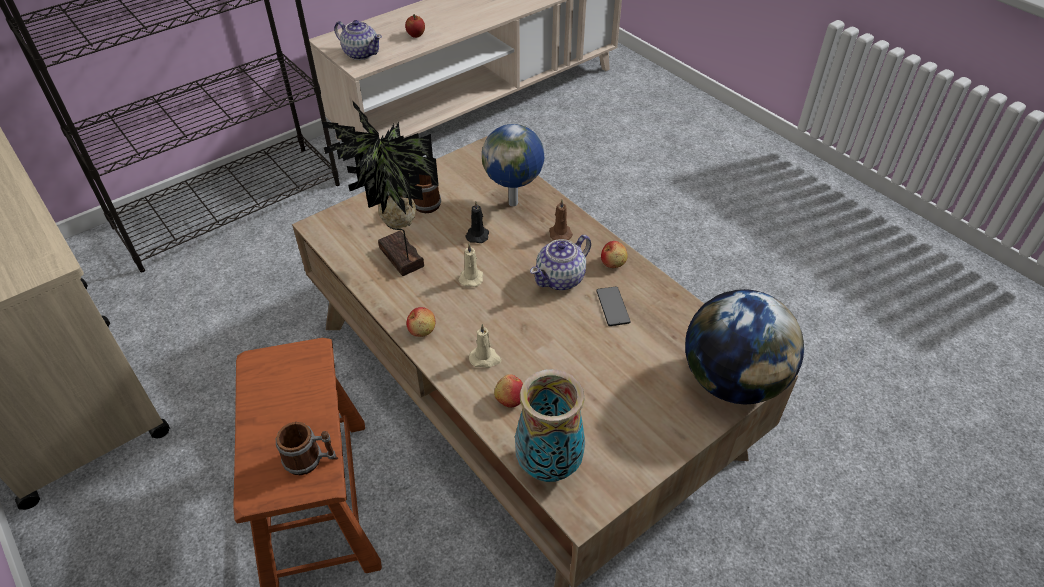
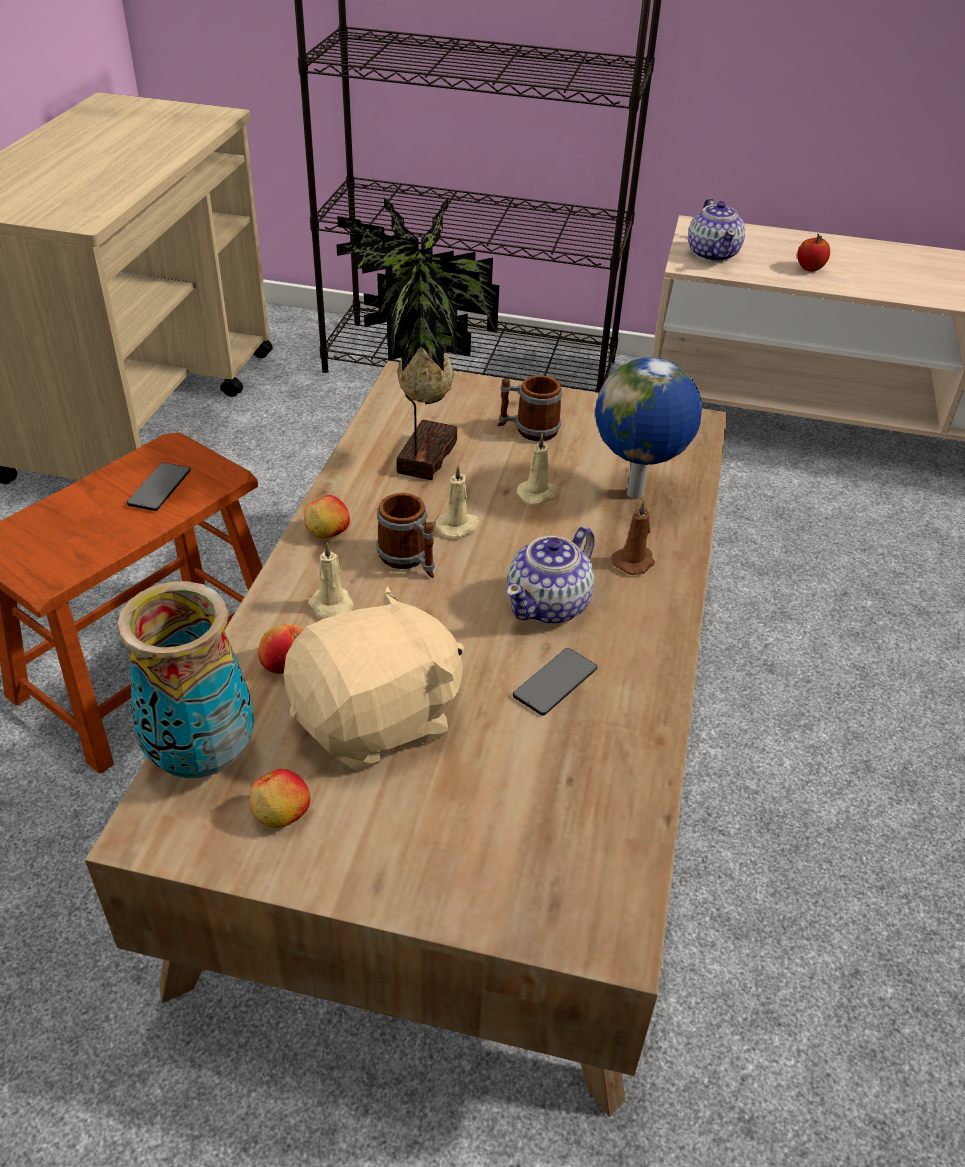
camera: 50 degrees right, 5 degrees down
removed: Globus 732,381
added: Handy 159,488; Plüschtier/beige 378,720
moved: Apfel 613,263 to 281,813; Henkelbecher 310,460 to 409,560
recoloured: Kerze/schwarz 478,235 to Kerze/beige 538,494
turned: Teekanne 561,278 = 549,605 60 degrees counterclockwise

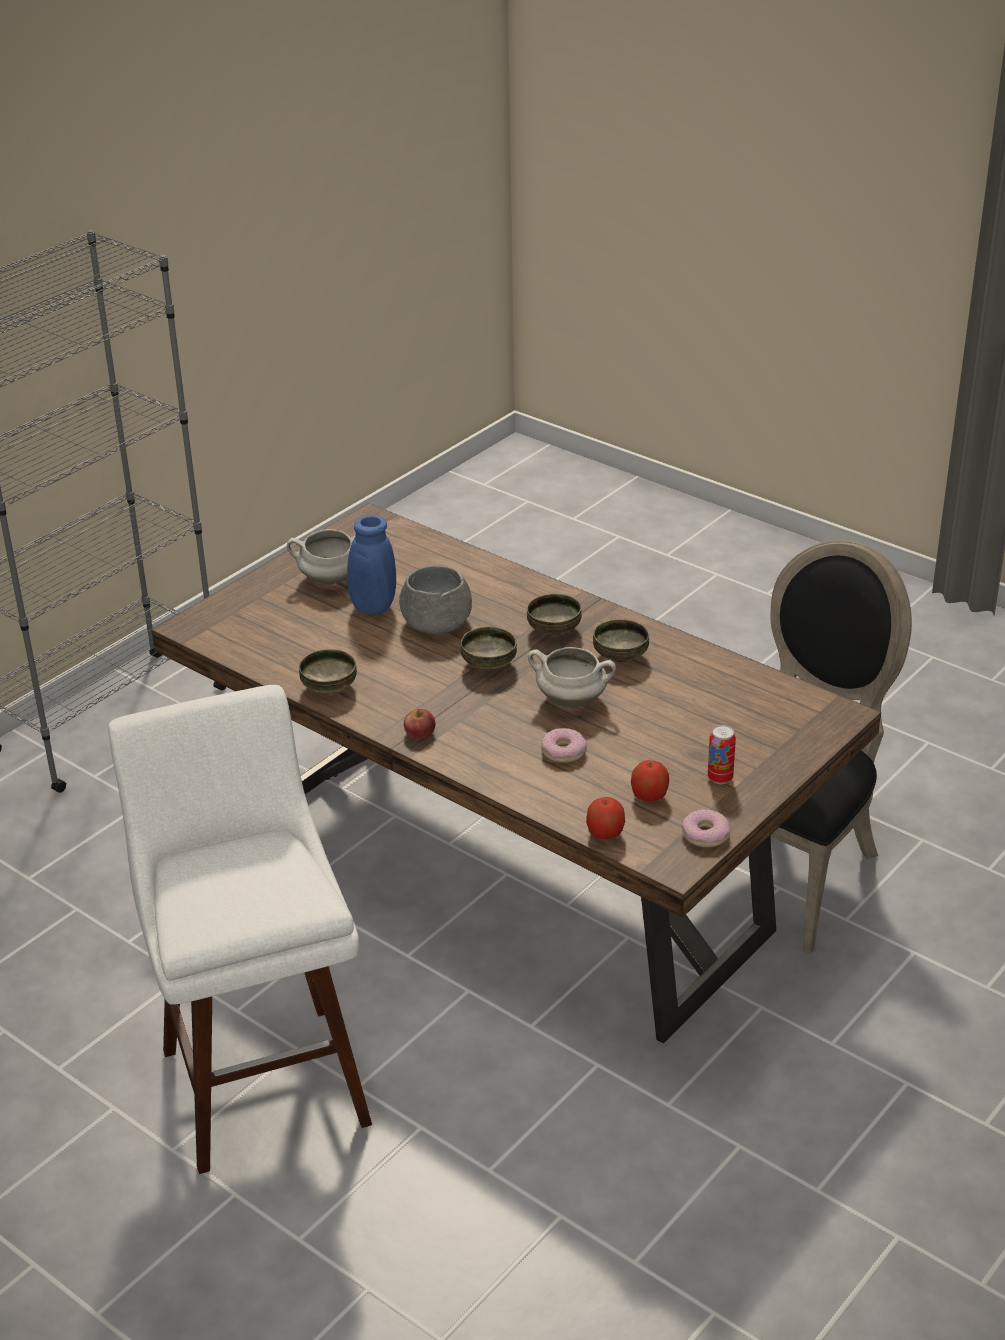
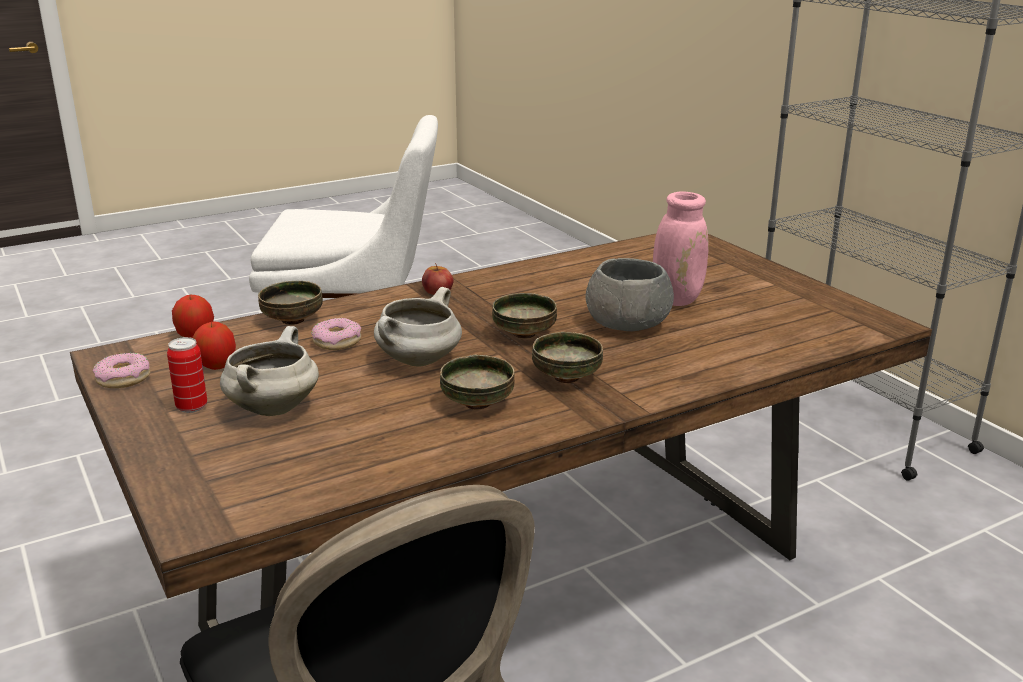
camera: 110 degrees right, 10 degrees down
moved: Kochtopf/weiß 329,579 to 273,408; Schüssel 329,687 to 293,321
recoloured: Vase/blau 369,608 to Vase/rosa 677,299

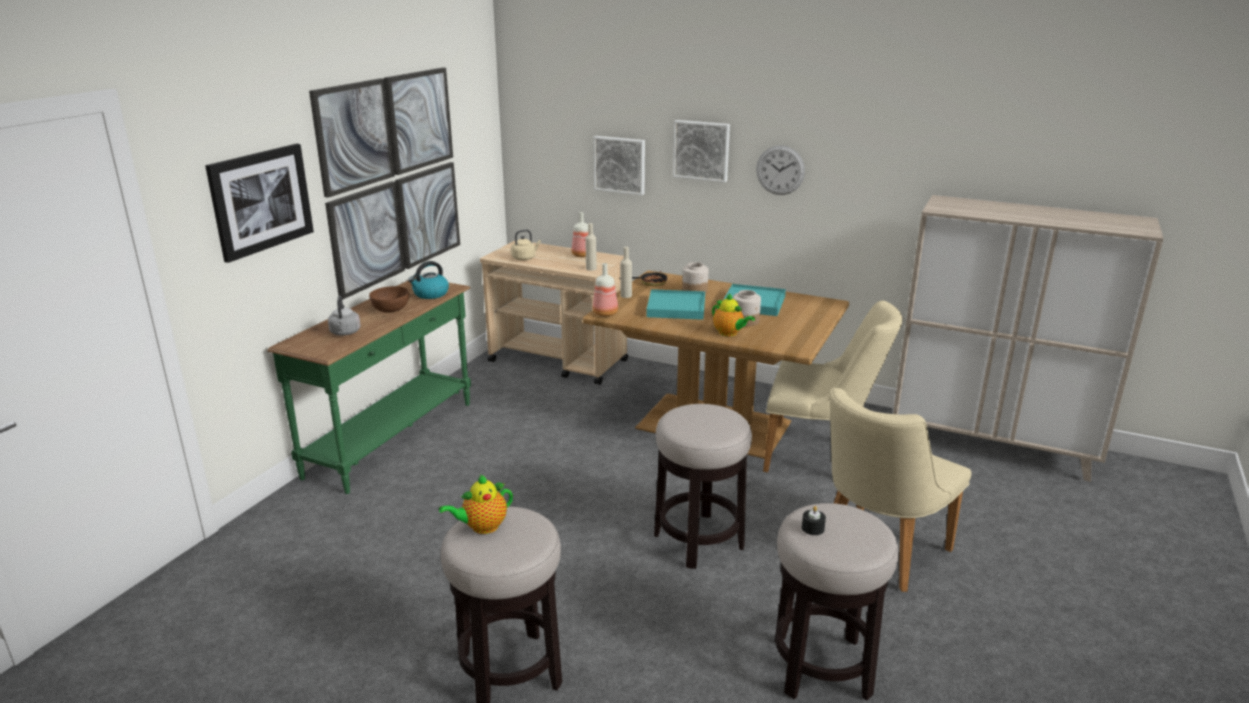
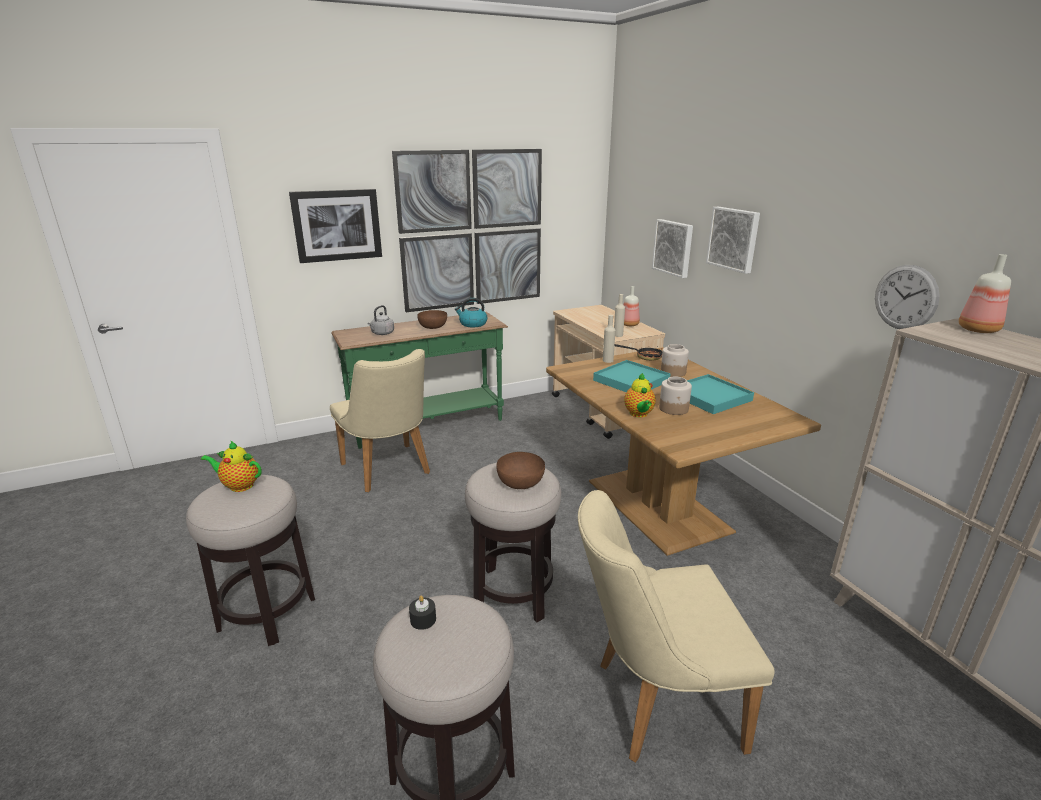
camera: 40 degrees right, 0 degrees up
removed: Wasserkessel/beige 525,258
added: Schüssel/braun 521,482
moved: Wanduhr 780,170 to 905,297; Flasche 606,313 to 979,330; Stuhl/beige 820,457 to 389,471

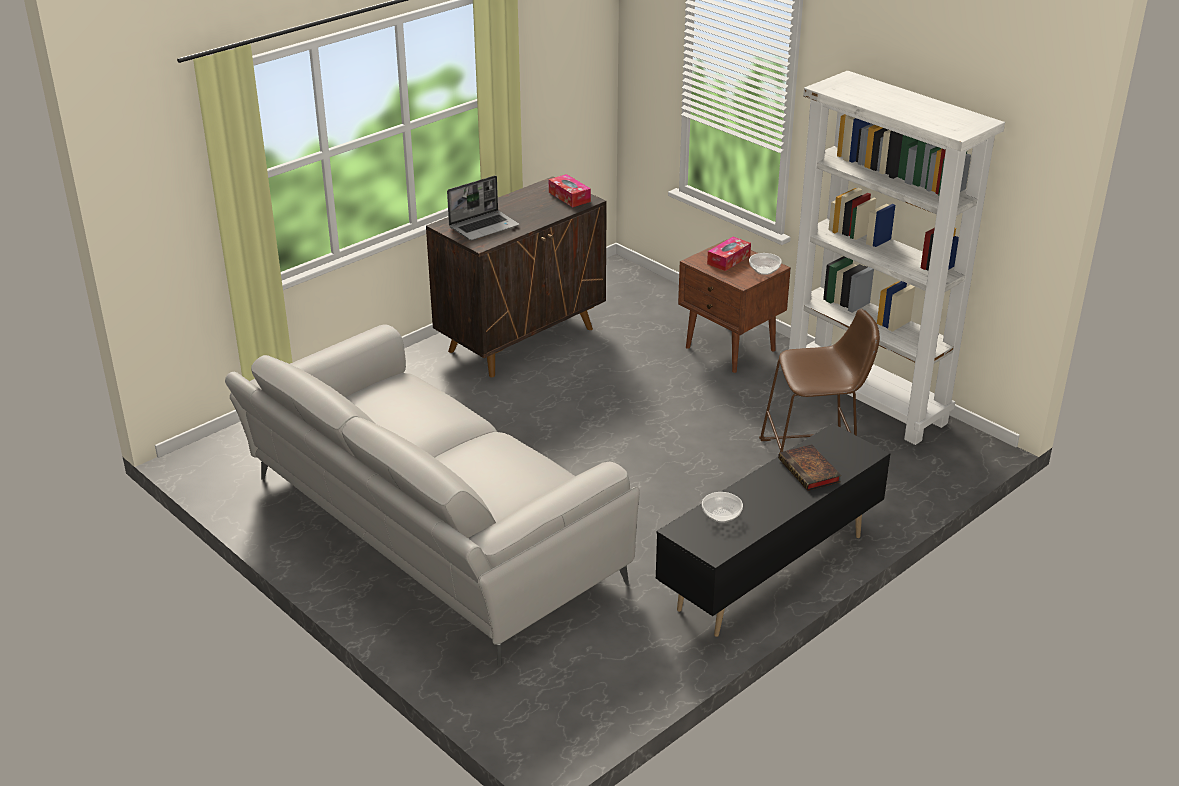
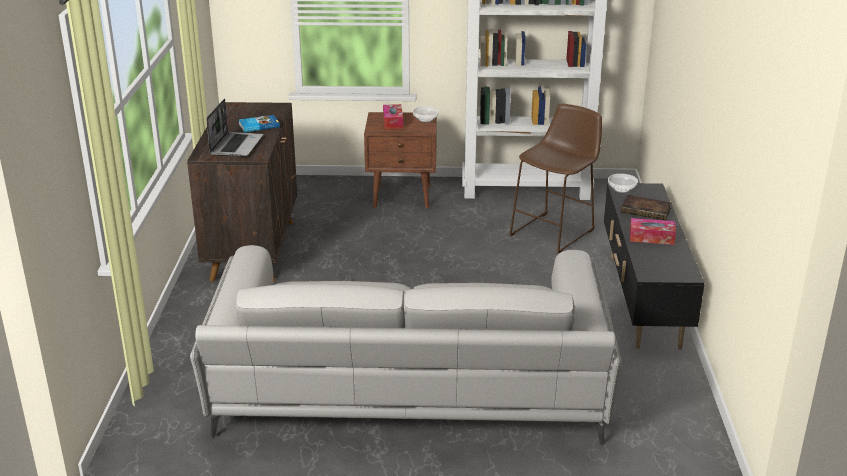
camera: 45 degrees left, 5 degrees down
added: Buch 258,125
moved: Taschentuchbox 569,197 to 651,237; Schüssel 721,516 to 622,189

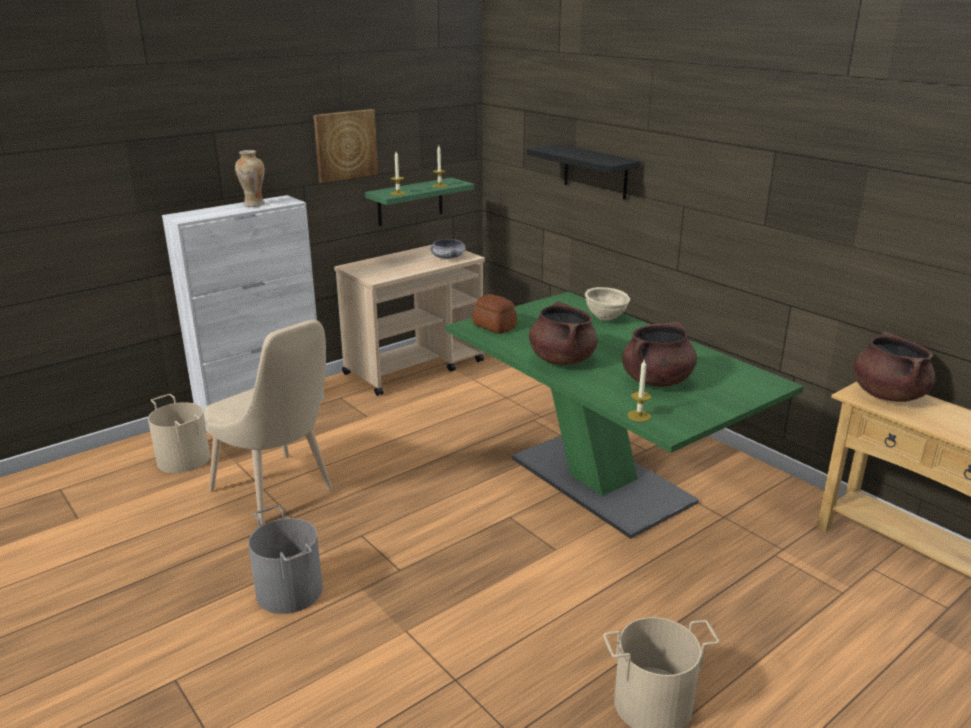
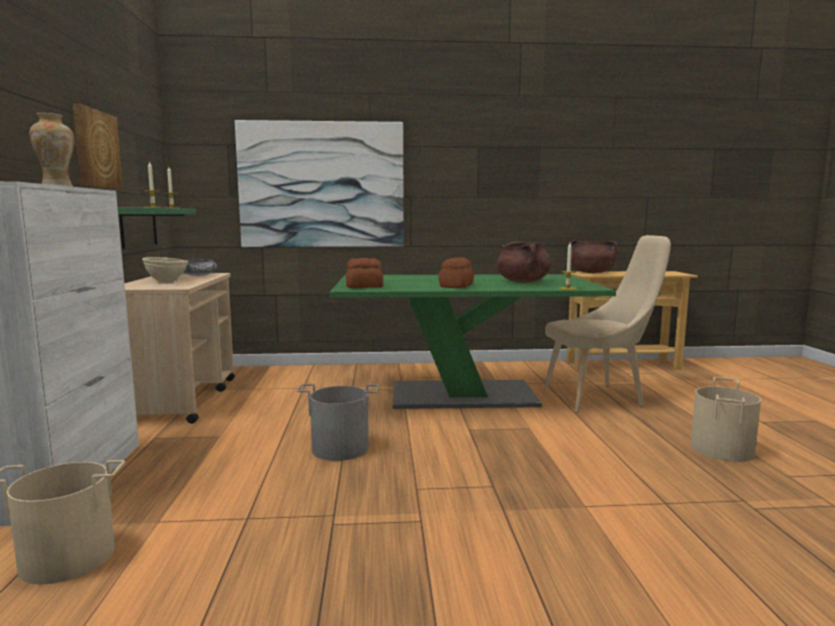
camera: 55 degrees left, 15 degrees down
moved: Schüssel/beige 605,319 to 167,282; Stuhl/beige 277,493 to 599,397; Eimer/grau 290,590 to 340,448
replaced: Wandregal/schwarz 595,172 to Bild 322,185; Kochtopf/braun 562,359 to Brot 455,286

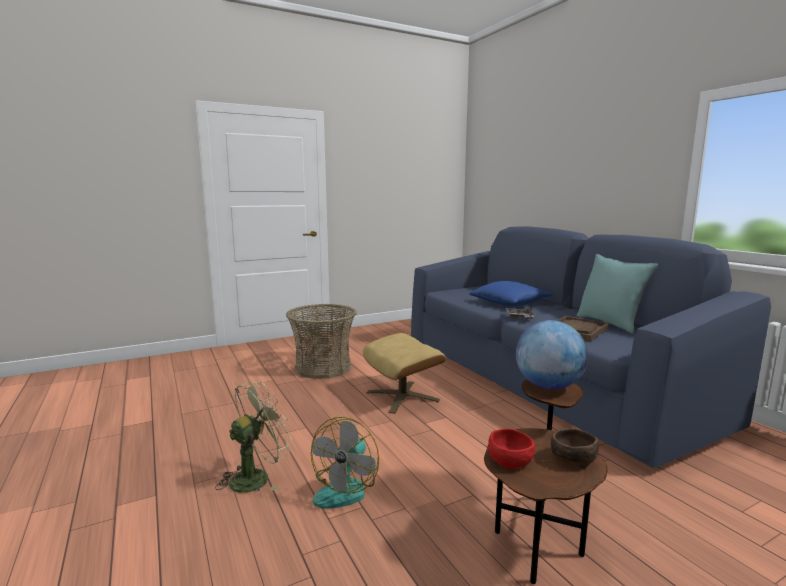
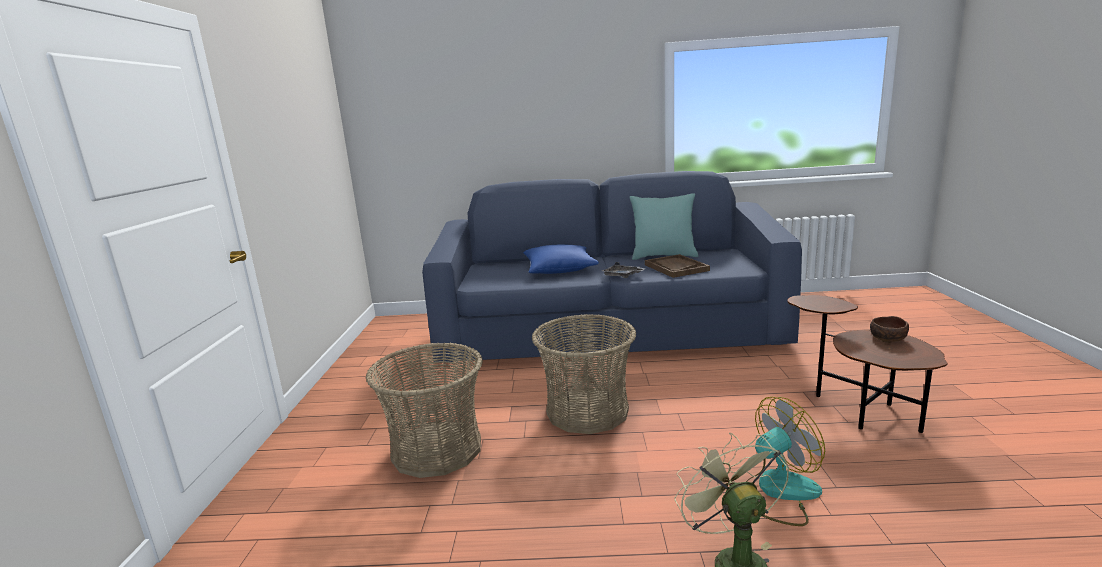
camera: 60 degrees left, 5 degrees up
removed: Globus 548,386; Schüssel/rot 511,461
replaced: Polsterhocker/beige 403,396 to Korb 587,411
turned: Ventilator 346,488 = 777,492 75 degrees counterclockwise

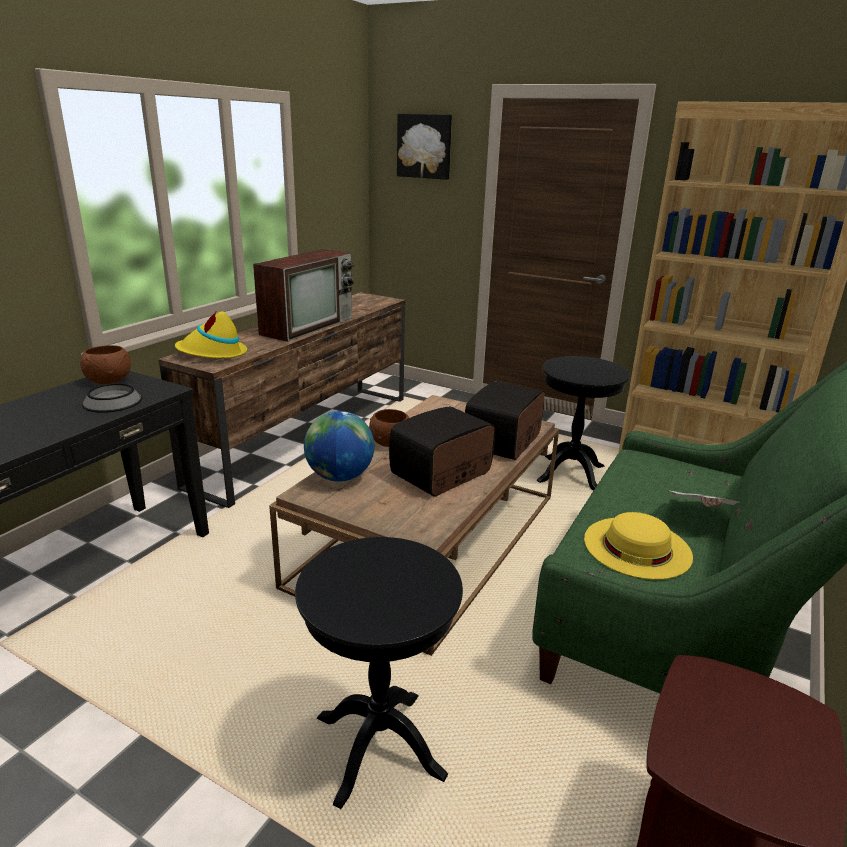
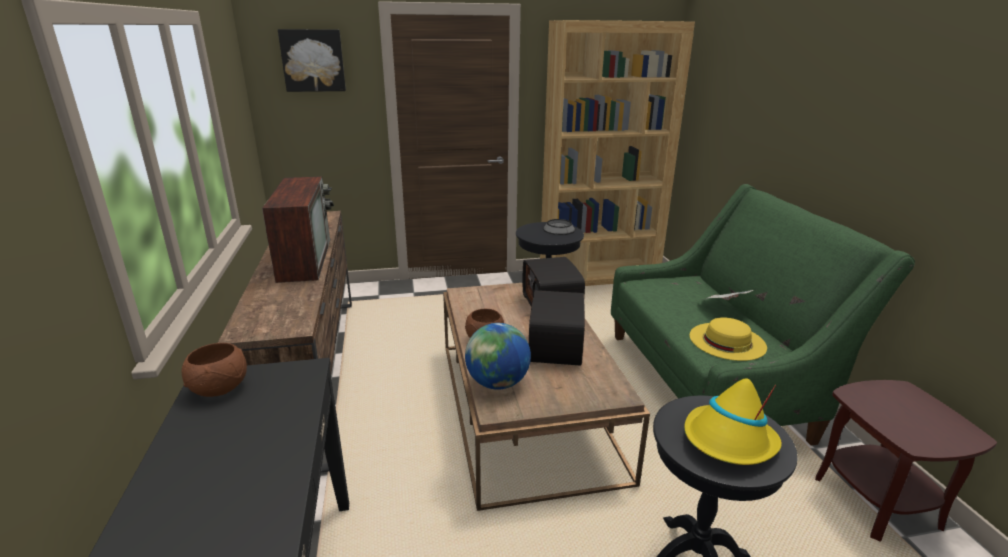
camera: 40 degrees left, 0 degrees up
moved: Hut/gelb 212,353 to 729,441; Schüssel 112,401 to 559,229

